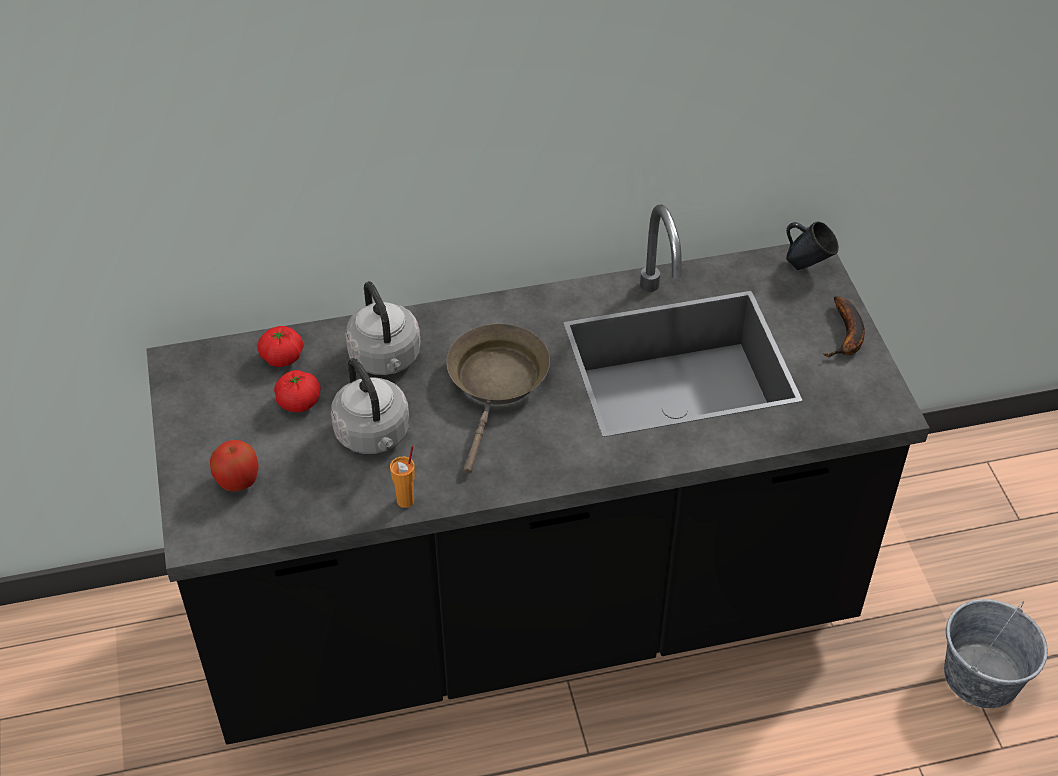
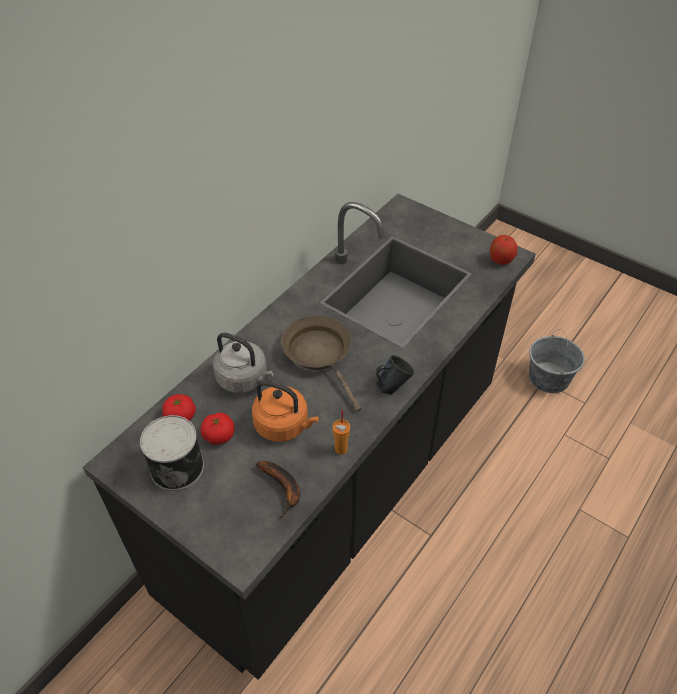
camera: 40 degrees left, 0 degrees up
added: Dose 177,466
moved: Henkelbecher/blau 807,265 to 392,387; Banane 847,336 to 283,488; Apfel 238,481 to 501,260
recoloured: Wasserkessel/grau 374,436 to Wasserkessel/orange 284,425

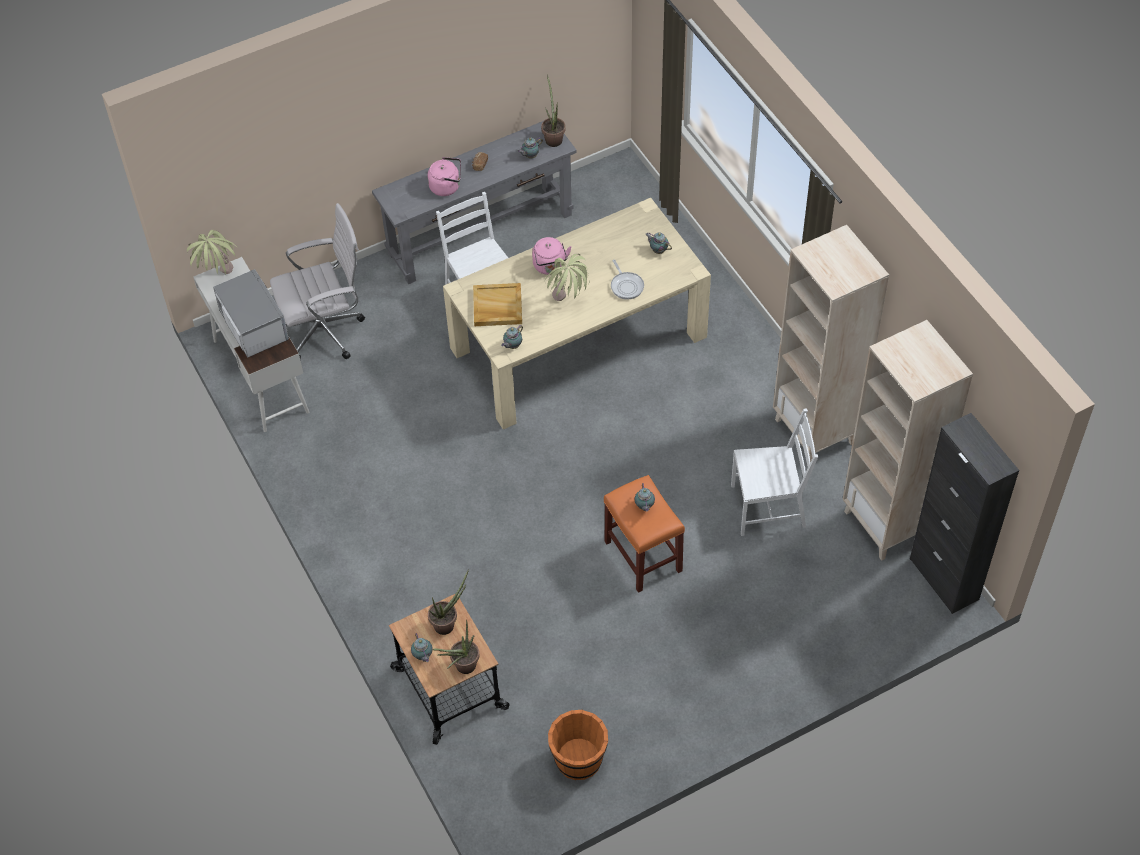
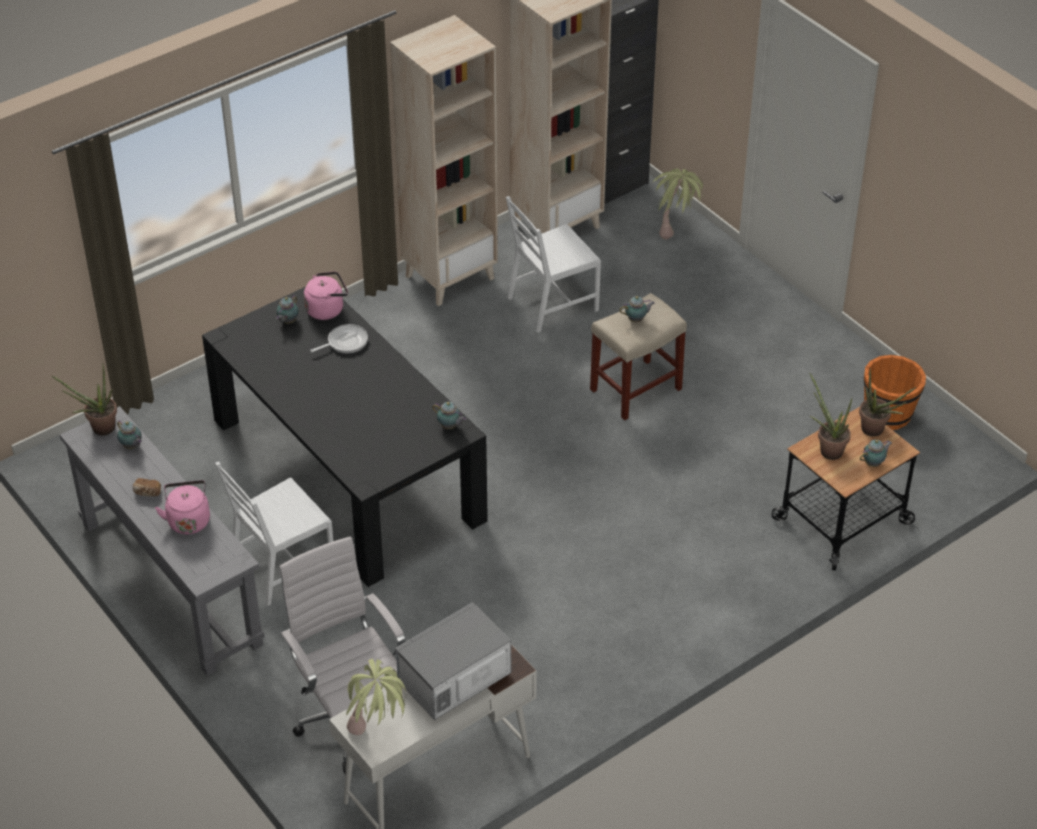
camera: 100 degrees left, 10 degrees down
removed: Tablett/beige 497,307
moved: Wasserkessel/rosa 550,267 to 327,309; Topfpflanze 569,307 to 676,229
recoloured: Esstisch/beige 578,342 to Esstisch/schwarz 347,469; Hocker/orange 642,555 to Hocker/beige 635,390
turned: Stuhl/weiß 769,506 = 552,304 105 degrees counterclockwise

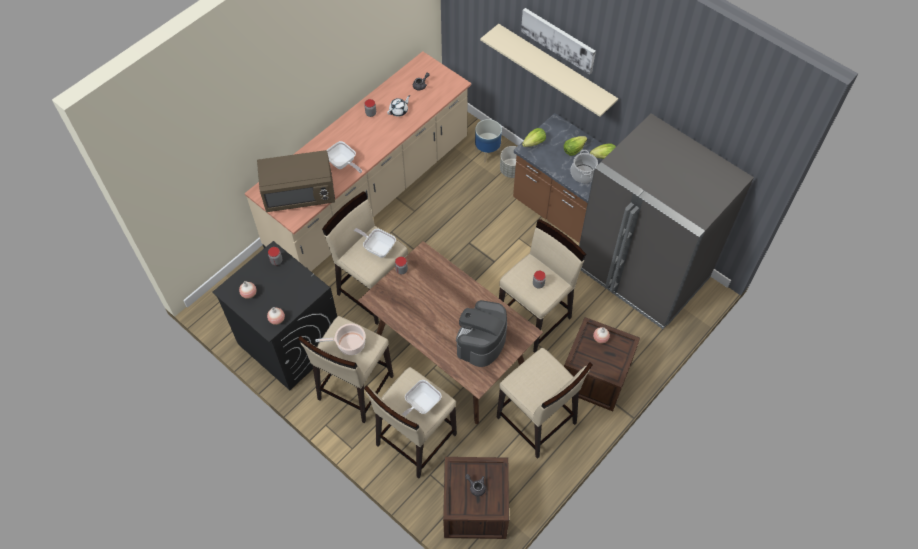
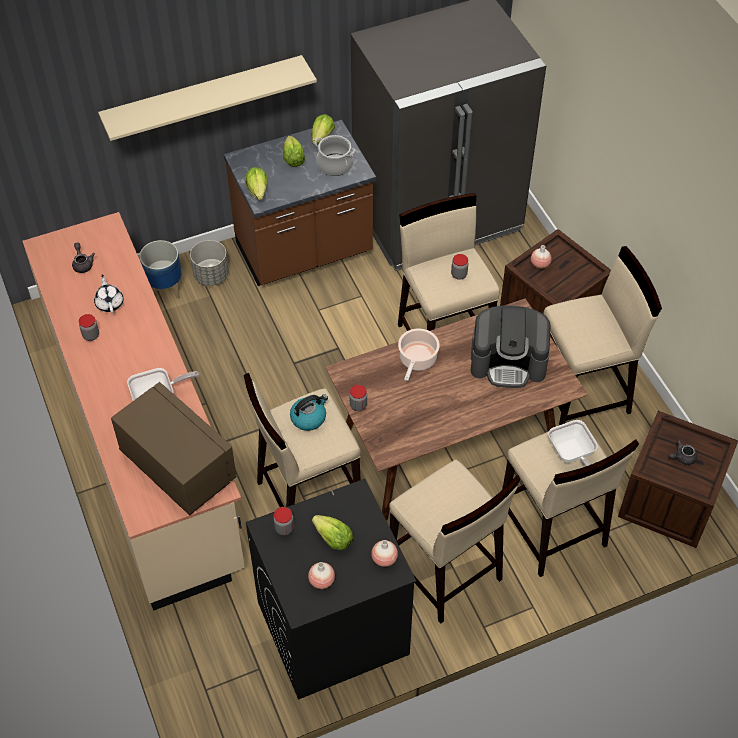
camera: 65 degrees left, 5 degrees down
removed: Bild 558,39
added: Salatkopf 333,539
moved: Kochtopf 349,344 to 417,360
replaced: Pfanne 377,247 to Wasserkessel 309,418
turned: Mikrowelle/braun 300,194 = 177,466 60 degrees counterclockwise; Kaffeemaschine 481,341 = 508,361 45 degrees counterclockwise

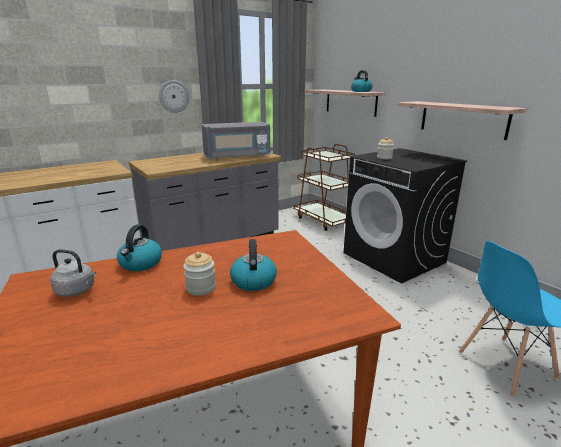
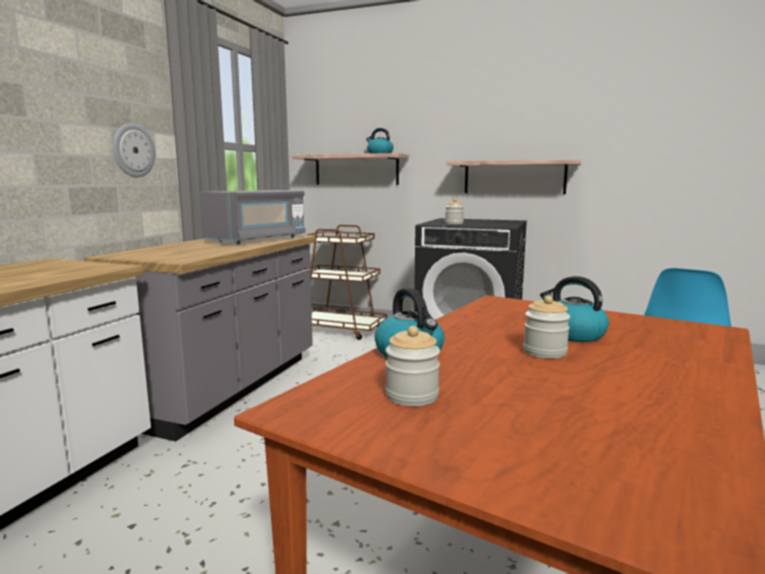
camera: 35 degrees left, 10 degrees down
replaced: Wasserkessel/grau 77,291 to Vorratsglas 412,396

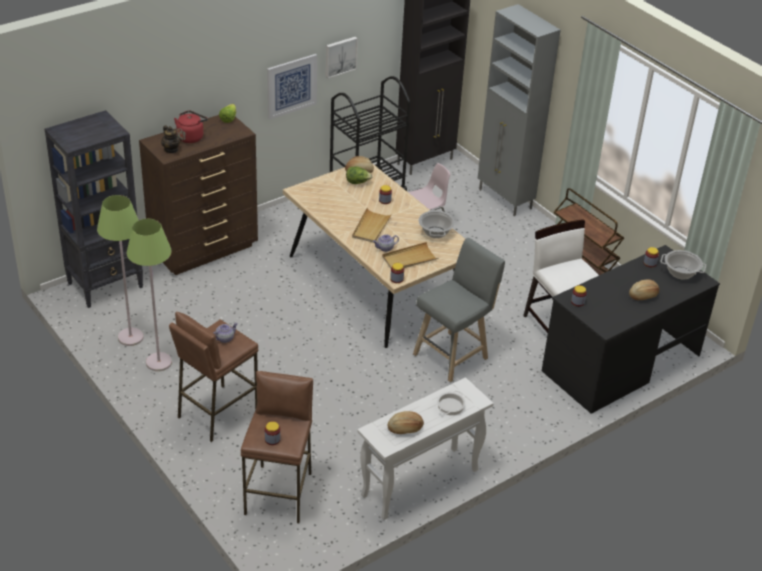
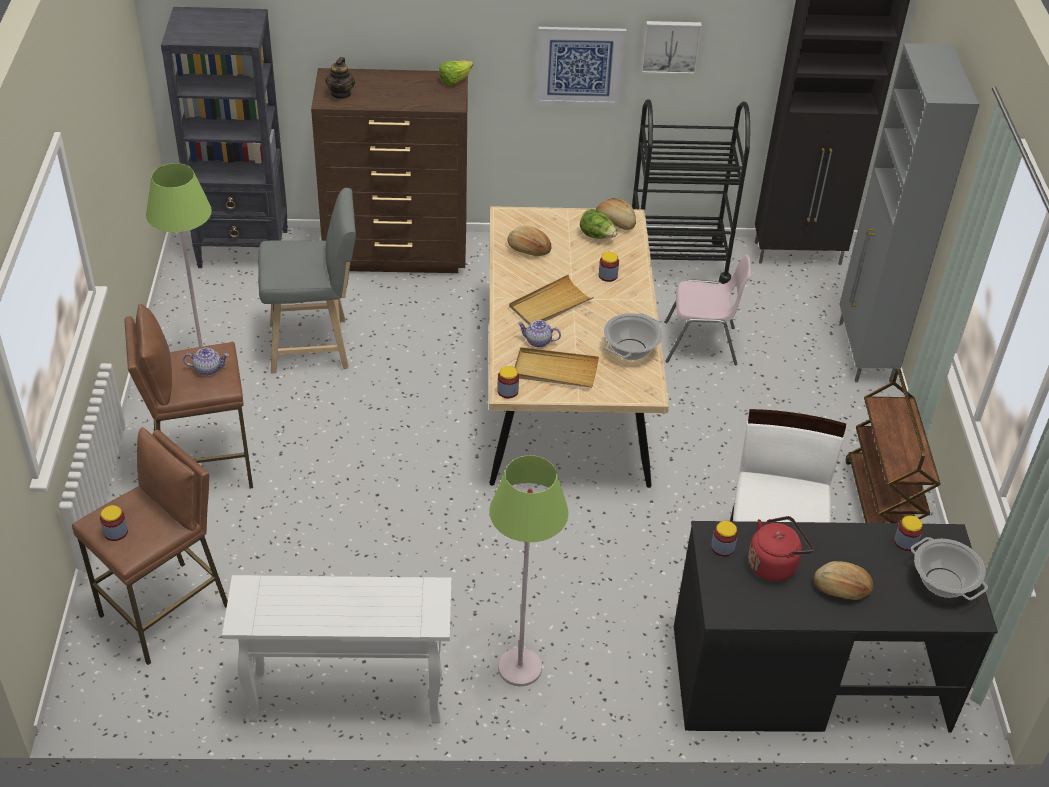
camera: 35 degrees right, 5 degrees up
removed: Kochtopf 450,406
moved: Wasserkessel/rot 191,137 to 774,564; Stehlampe/grün 130,337 to 519,667; Hocker/grau 453,355 to 315,346; Brot 405,428 to 528,249

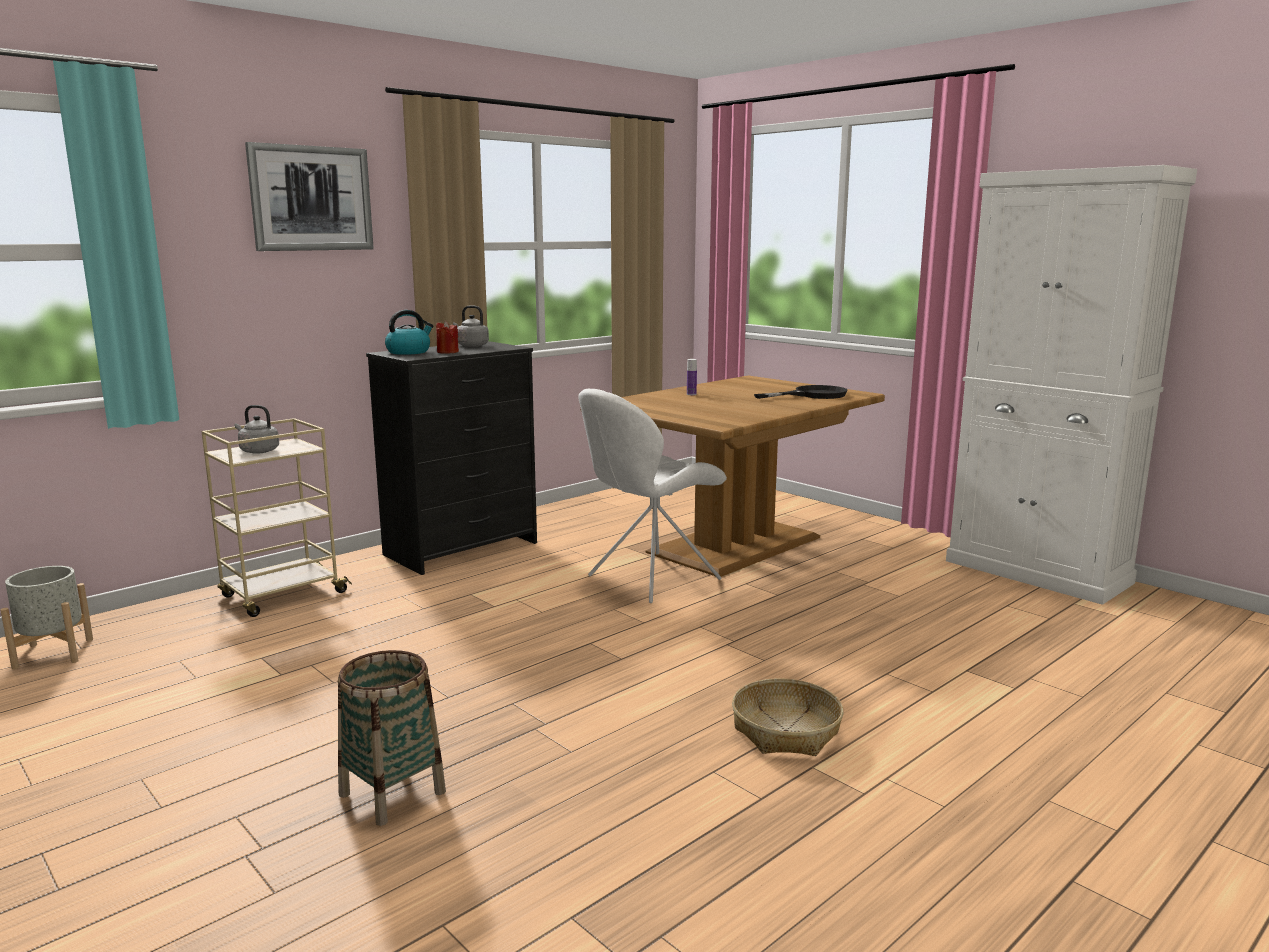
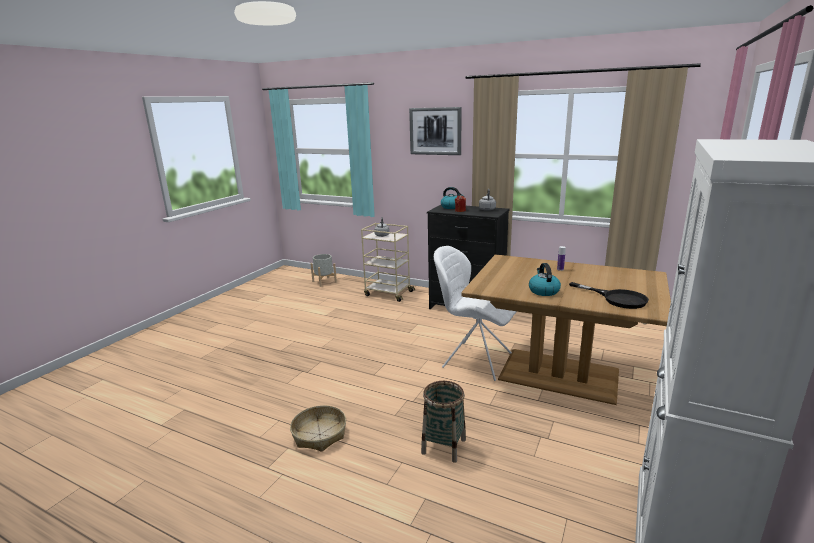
camera: 70 degrees right, 5 degrees up
added: Wasserkessel 543,291
moved: Korb 392,793 to 443,446

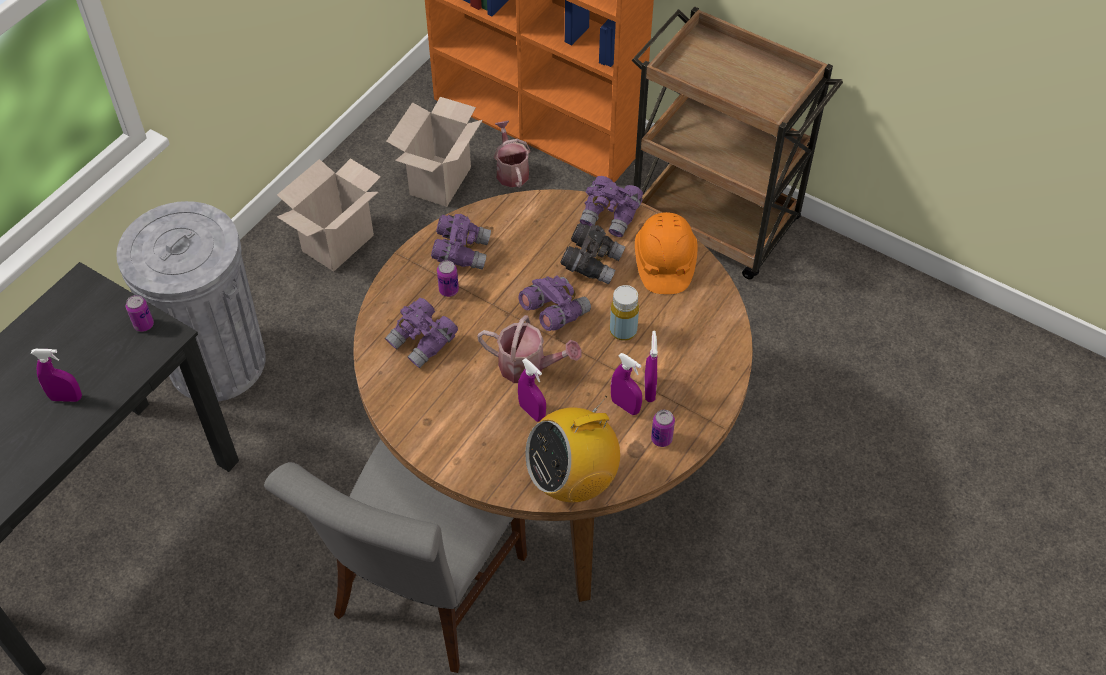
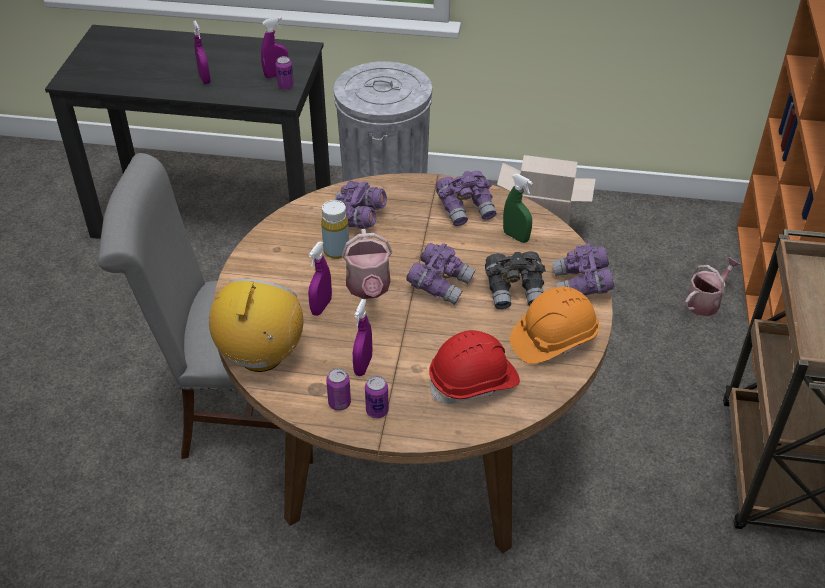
camera: 65 degrees right, 10 degrees down
removed: Karton 439,179
added: Sprühflasche/grün 516,236; Schutzhelm/rot 474,382
moved: Dose 448,290 to 377,411; Flasche/gelb 623,331 to 336,251; Sprühflasche/lila 649,390 to 276,75
turned: Radio 573,480 = 261,356 60 degrees clockwise

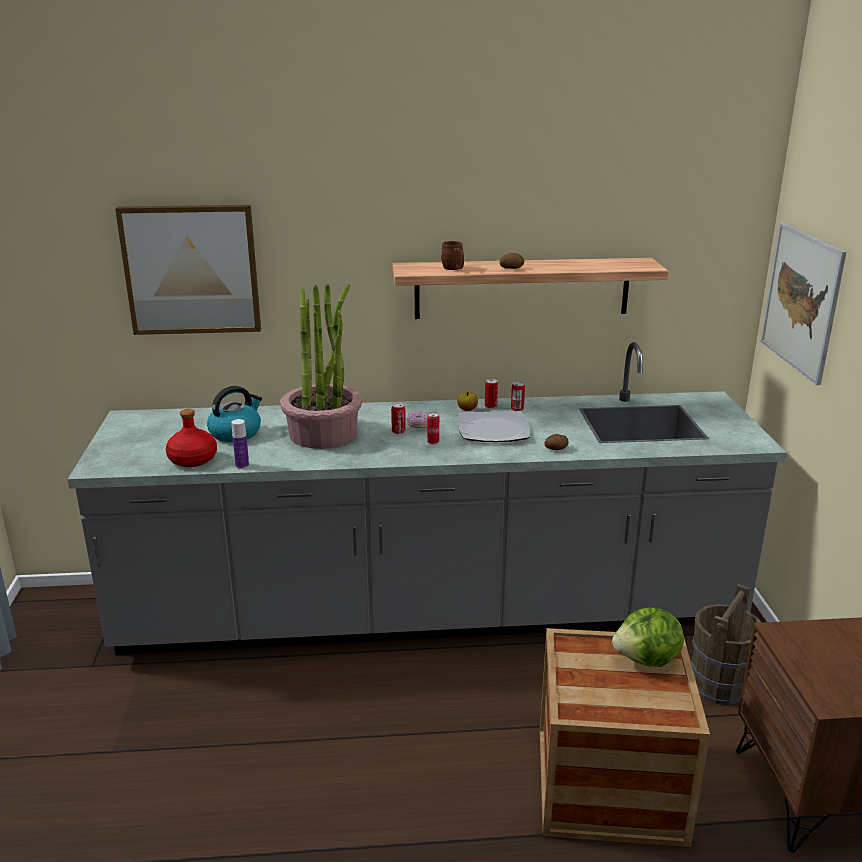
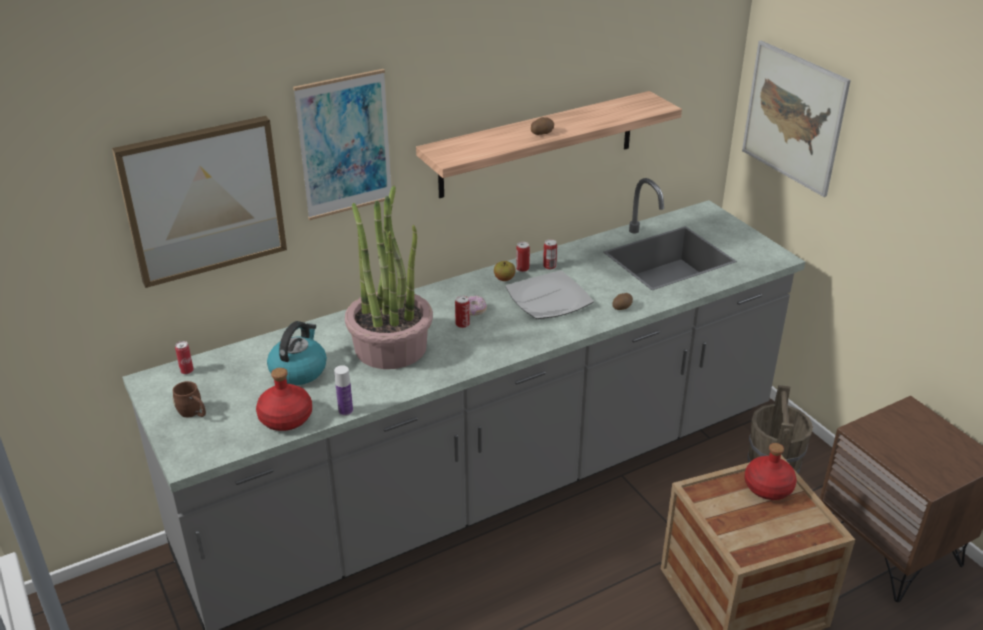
camera: 25 degrees left, 10 degrees up
added: Bild 345,145
moved: Henkelbecher/braun 454,269 to 193,413; Dose 433,442 to 187,371
replaced: Salatkopf 647,660 to Flasche/rot 769,487

